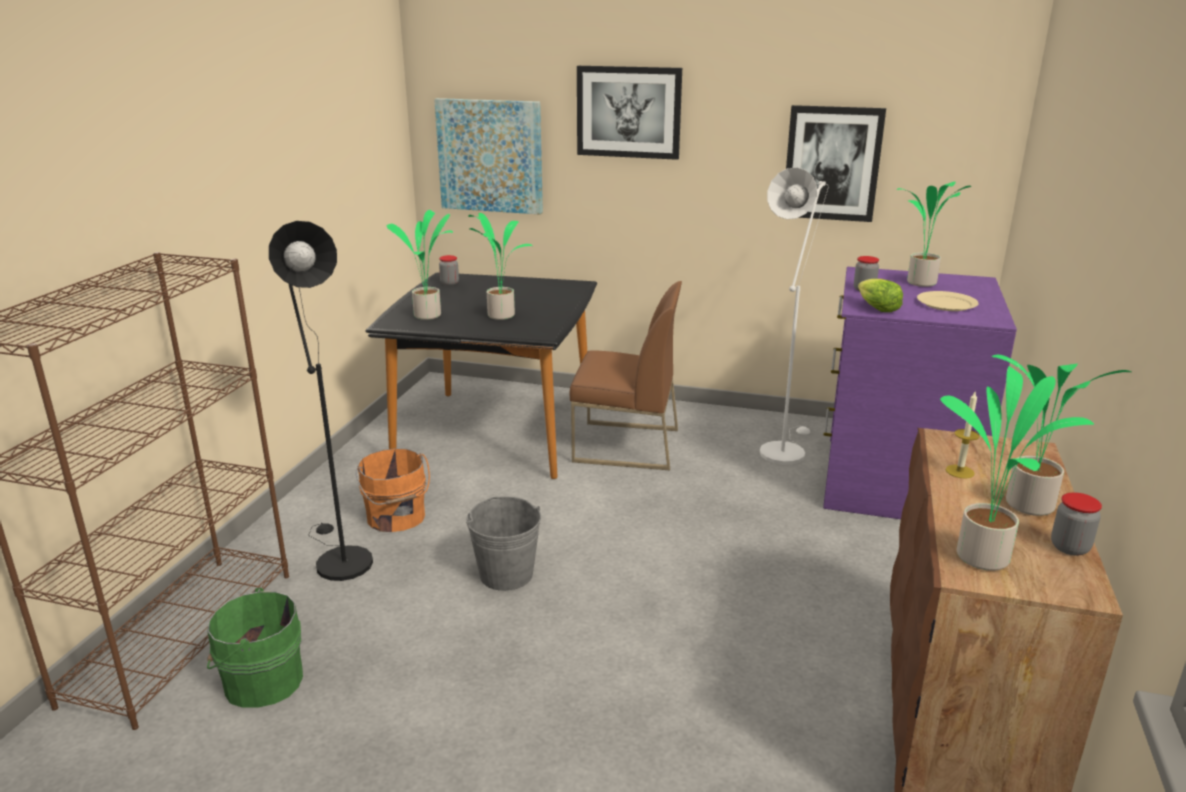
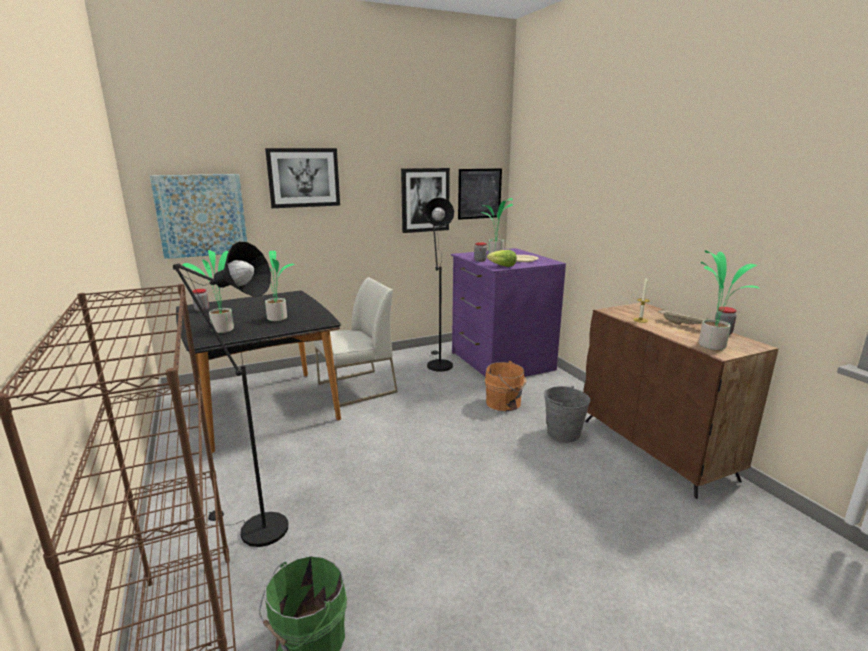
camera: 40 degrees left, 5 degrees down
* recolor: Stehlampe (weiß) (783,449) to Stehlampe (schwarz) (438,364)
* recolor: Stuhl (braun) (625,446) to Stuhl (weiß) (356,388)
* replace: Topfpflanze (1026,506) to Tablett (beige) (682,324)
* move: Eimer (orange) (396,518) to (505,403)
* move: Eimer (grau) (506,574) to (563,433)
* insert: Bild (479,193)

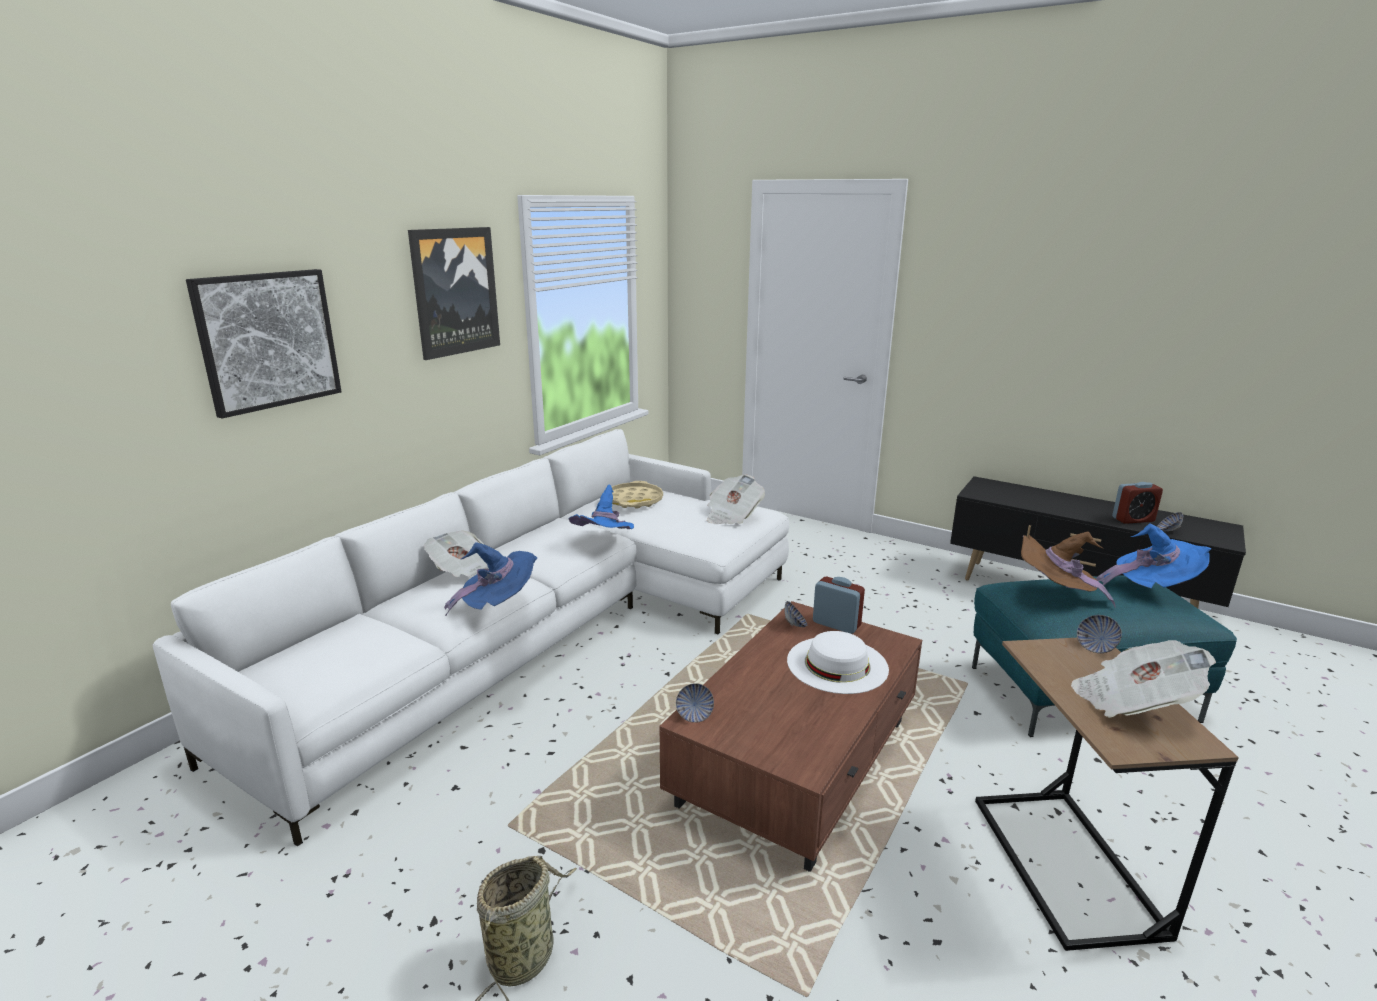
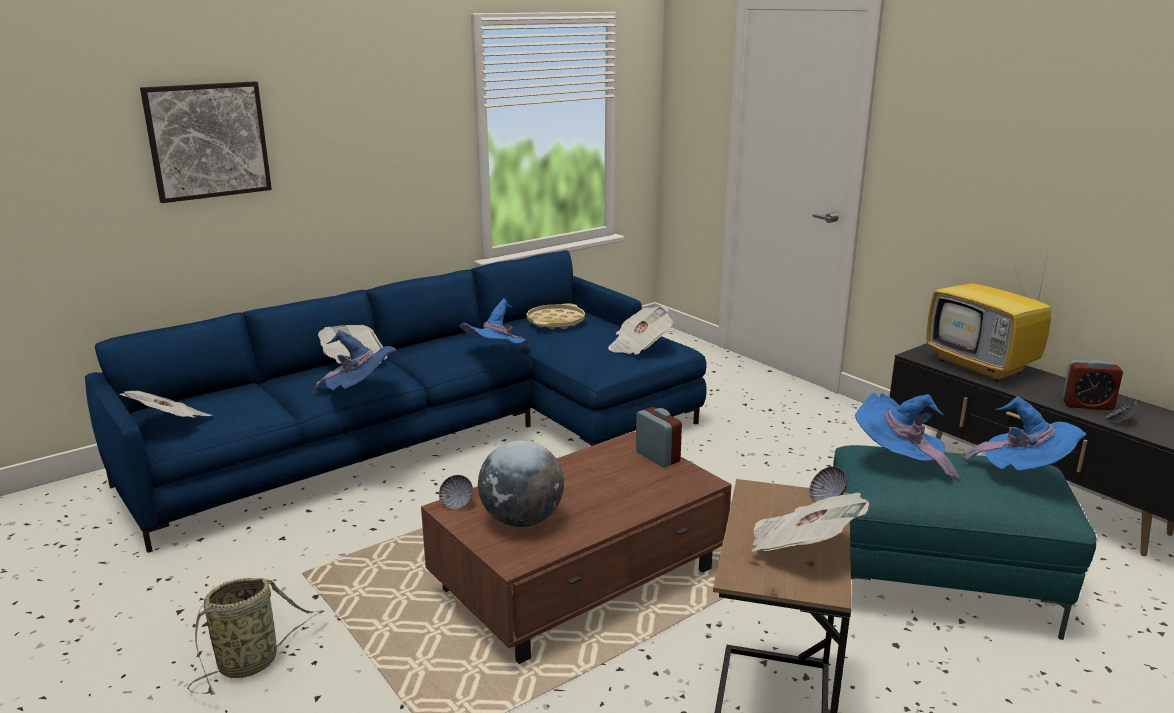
camera: 20 degrees right, 0 degrees up
* delete: Bild (455,291)
* recolor: Sofa (weiß) (546,633) to Sofa (blau) (438,435)
* recolor: Hut (braun) (1056,593) to Hut (blau) (899,461)
* delete: Schüssel (795,624)
* delete: Hut (weiß) (837,664)
* insert: Fernseher (982,367)
* insert: Zeitung (170,423)
* insert: Globus (522,520)

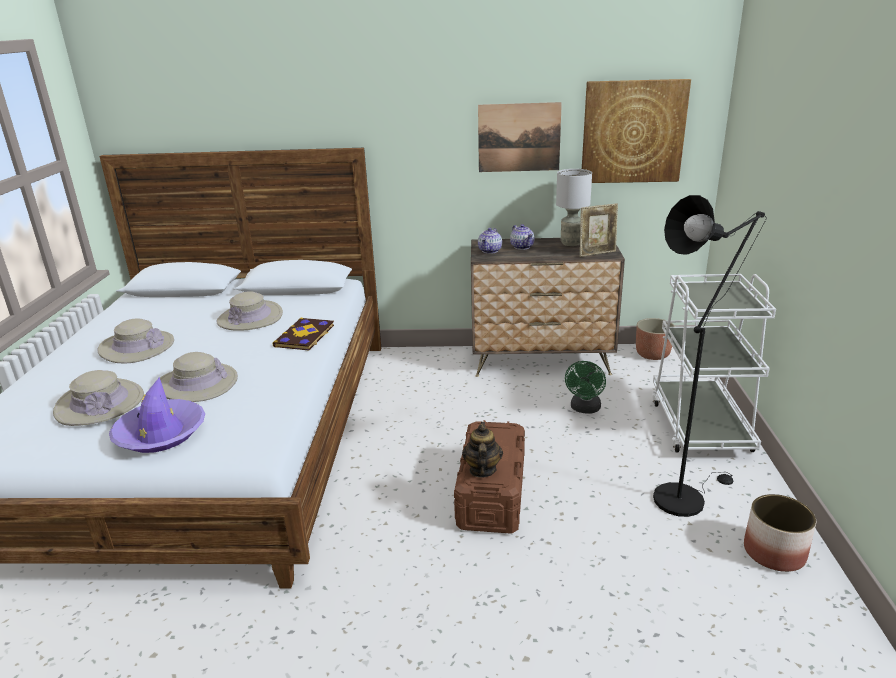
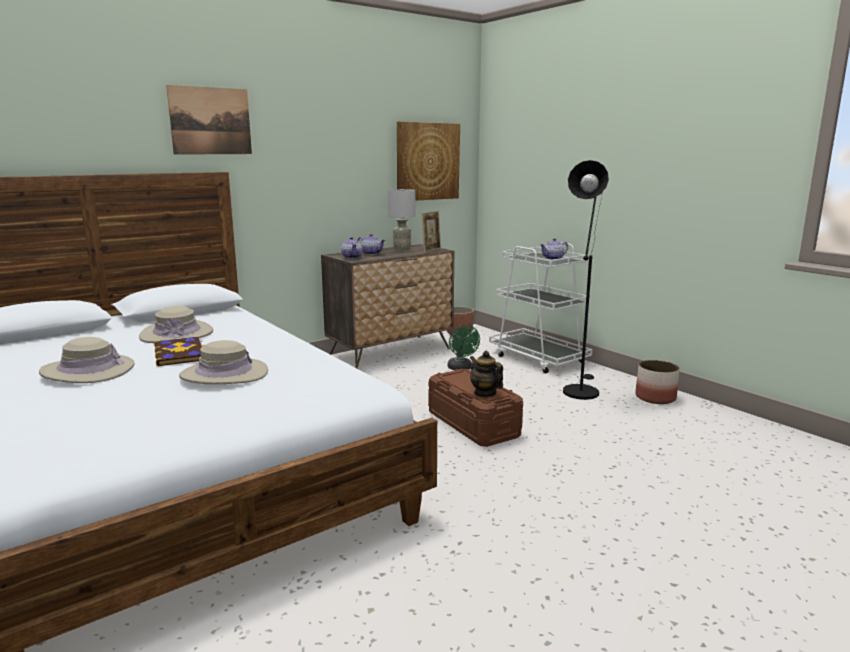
camera: 40 degrees left, 10 degrees down
* move: Bild (519,137) to (210,121)
* move: Buch (305,336) to (180,353)
* delete: Hut (beige) (100,403)
* delete: Hut (lila) (160,434)
* insert: Teekanne (553,258)

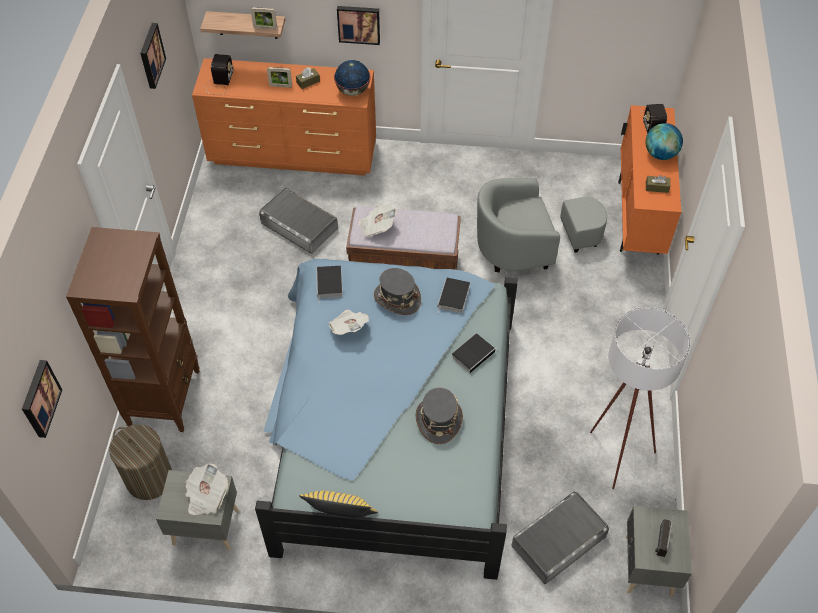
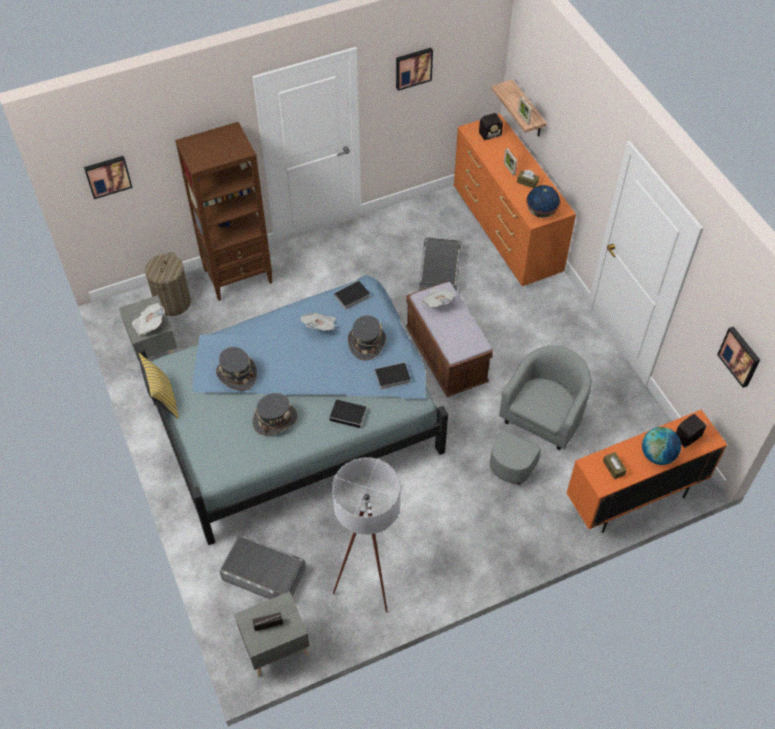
camera: 60 degrees right, 0 degrees up
* move: Bild (359,24) to (740,356)
* rotate: Sessel (grau) (529,246) = (536,430) 75 degrees clockwise
* insert: Hut (grau) (236,374)

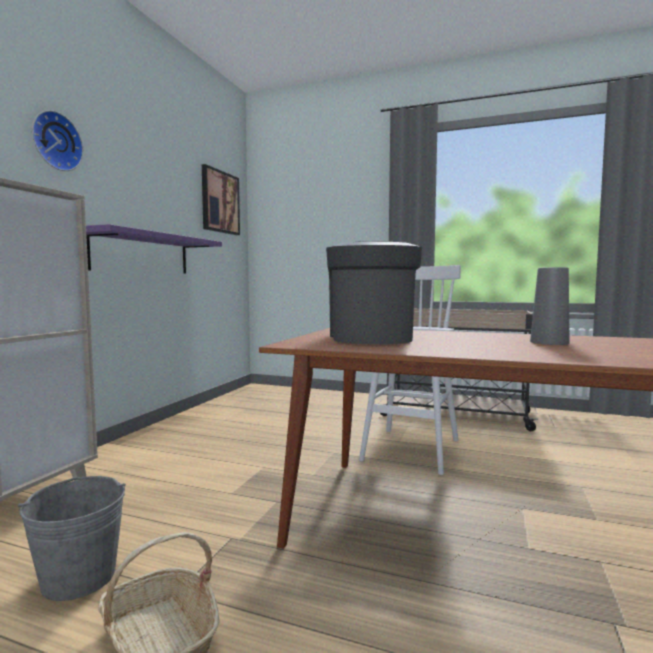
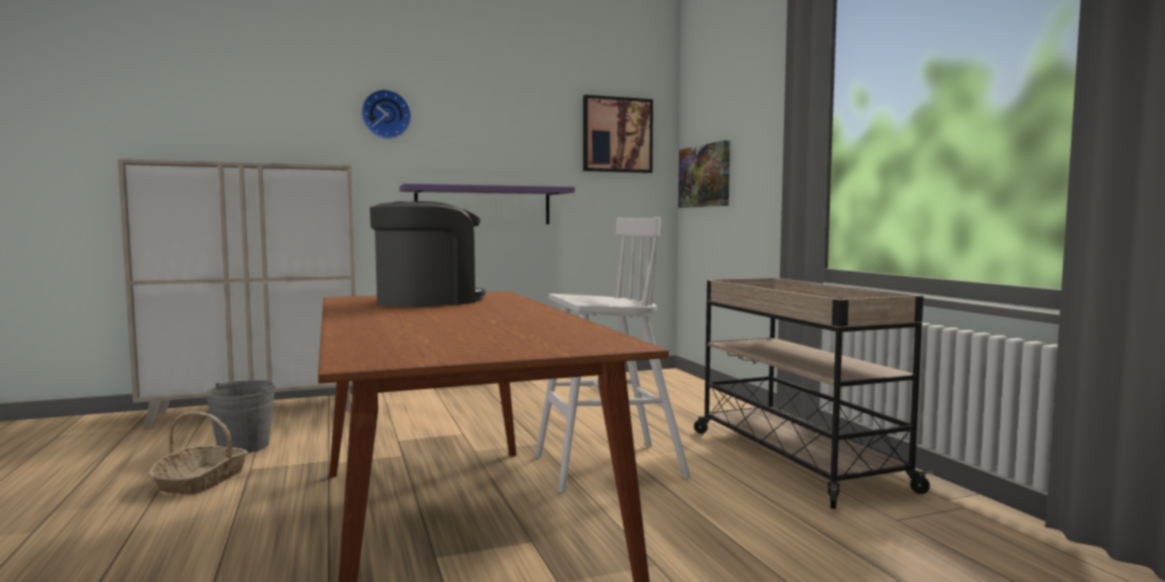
camera: 50 degrees right, 0 degrees up
* delete: Vase (grau) (549,342)
* insert: Bild (704,176)

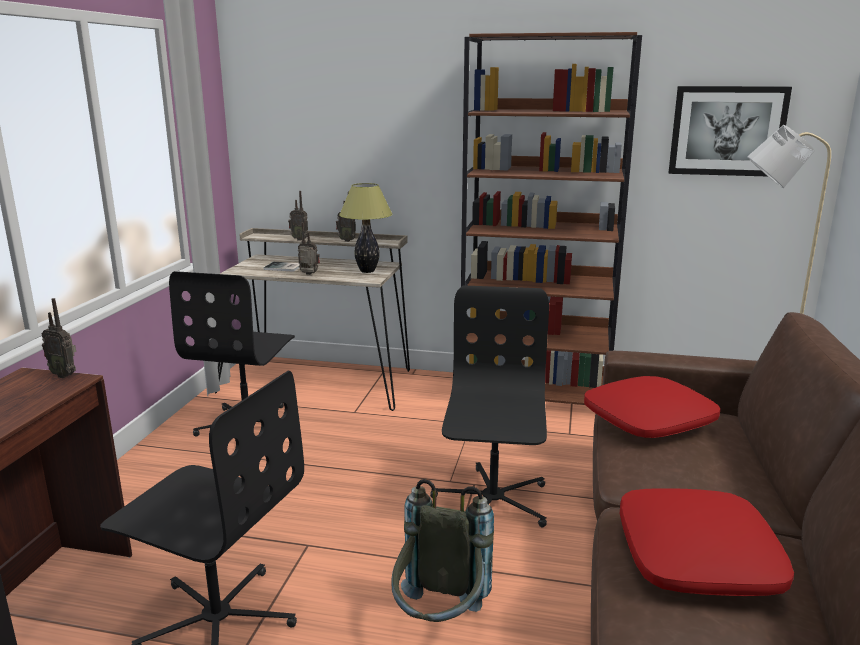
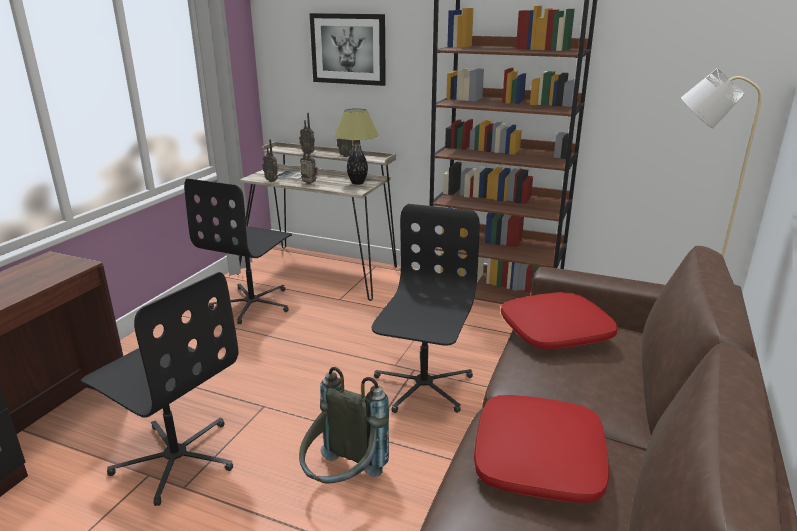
camera: 10 degrees right, 5 degrees up
* move: Bild (727,131) to (348,49)
* move: Radio (65,375) to (272,181)

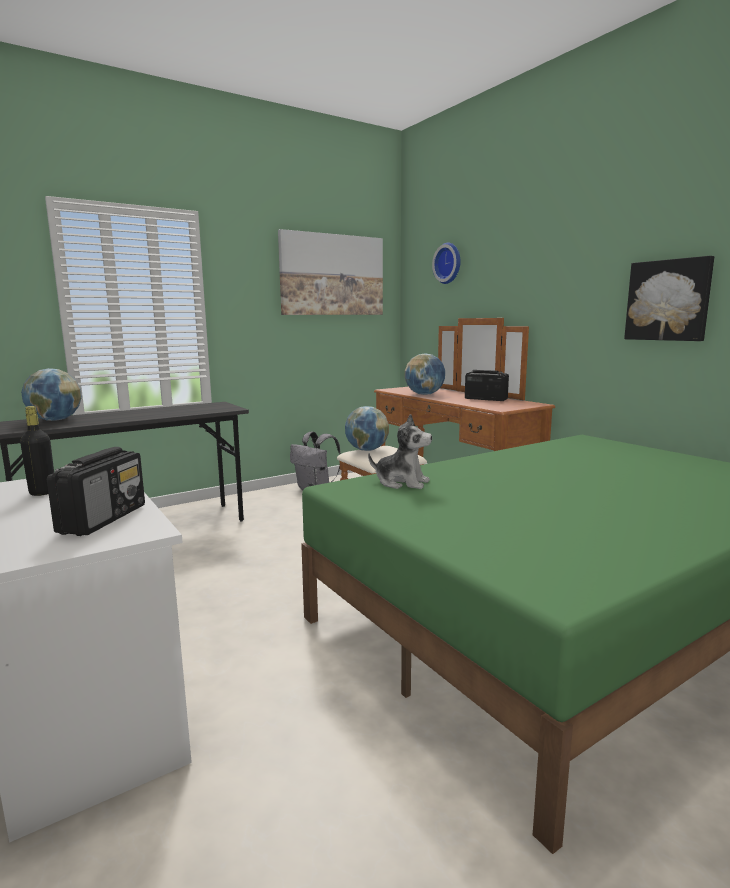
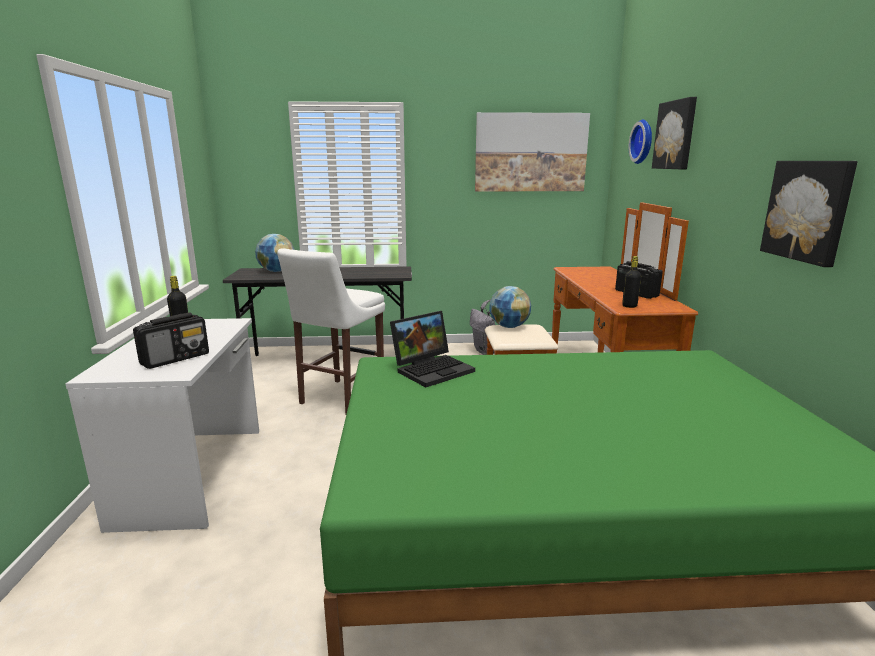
camera: 30 degrees right, 5 degrees up
* delete: Globus (424,394)
* replace: Plüschtier (402,482) to Laptop (433,369)
* insert: Bild (676,135)
* insert: Hocker (weiß) (339,398)
* insert: Flasche (schwarz) (629,306)

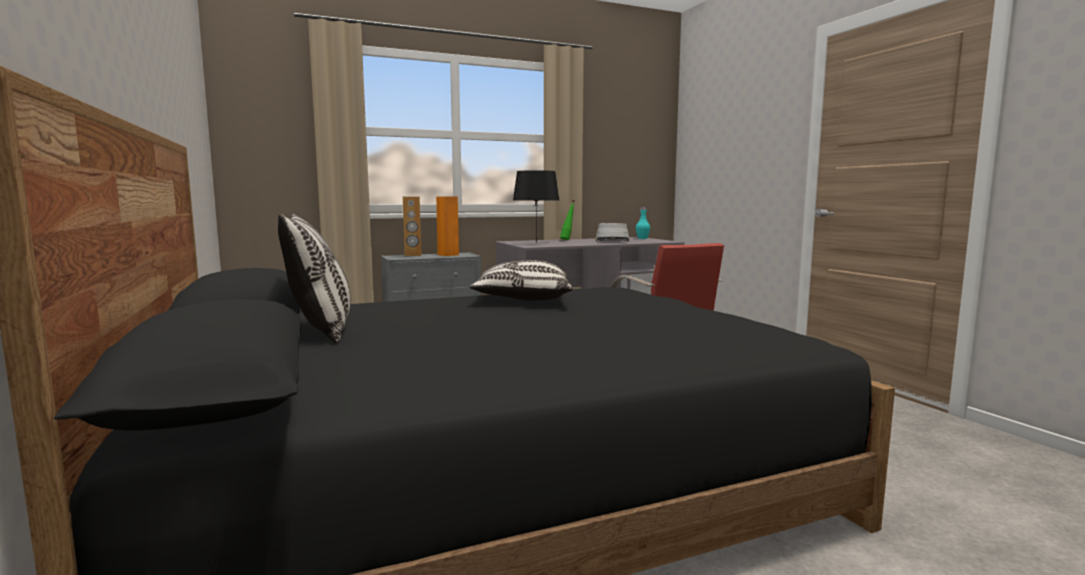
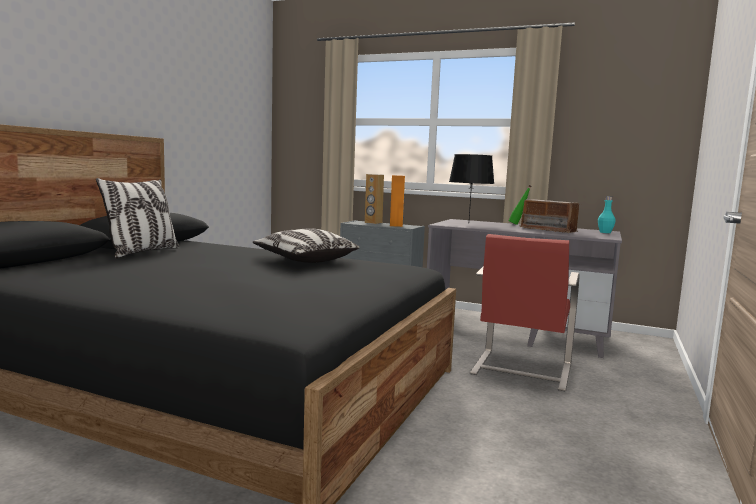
camera: 45 degrees right, 0 degrees up
* replace: Hut (grau) (612,241) to Radio (548,230)

